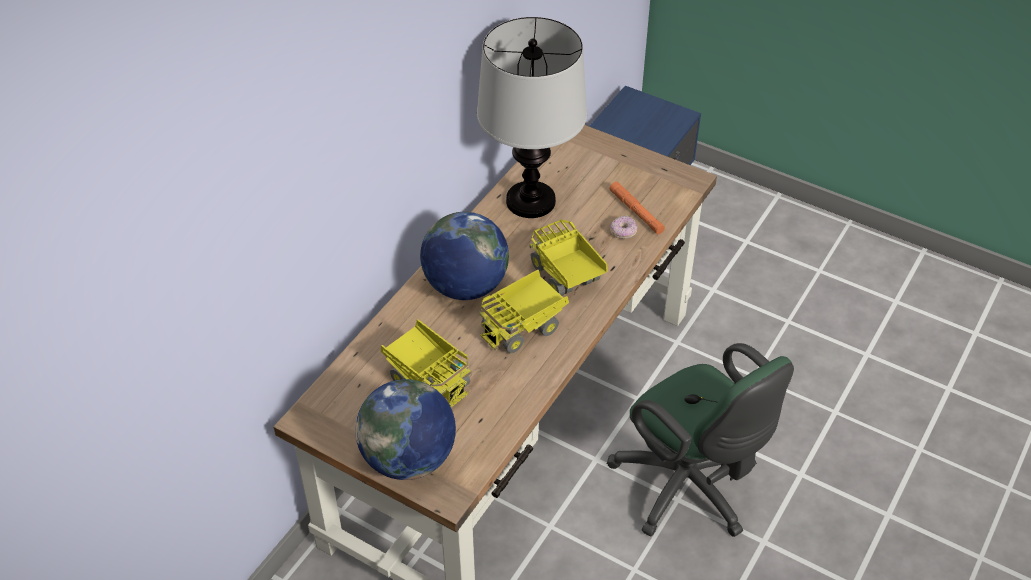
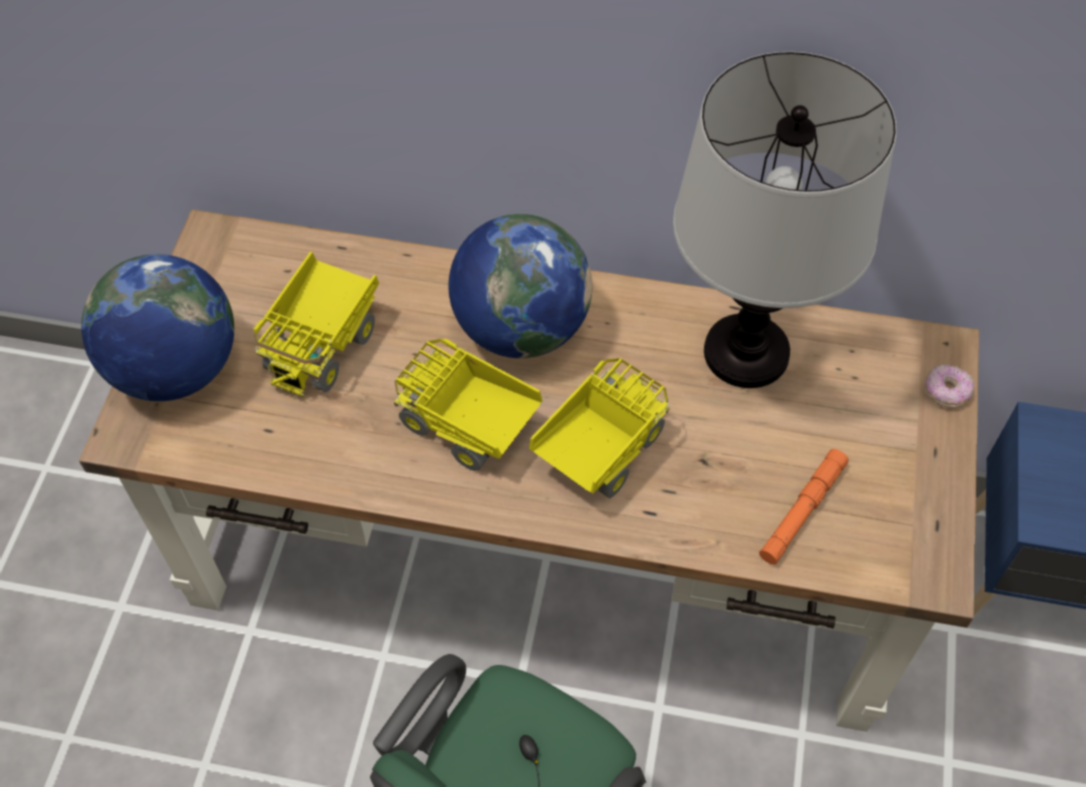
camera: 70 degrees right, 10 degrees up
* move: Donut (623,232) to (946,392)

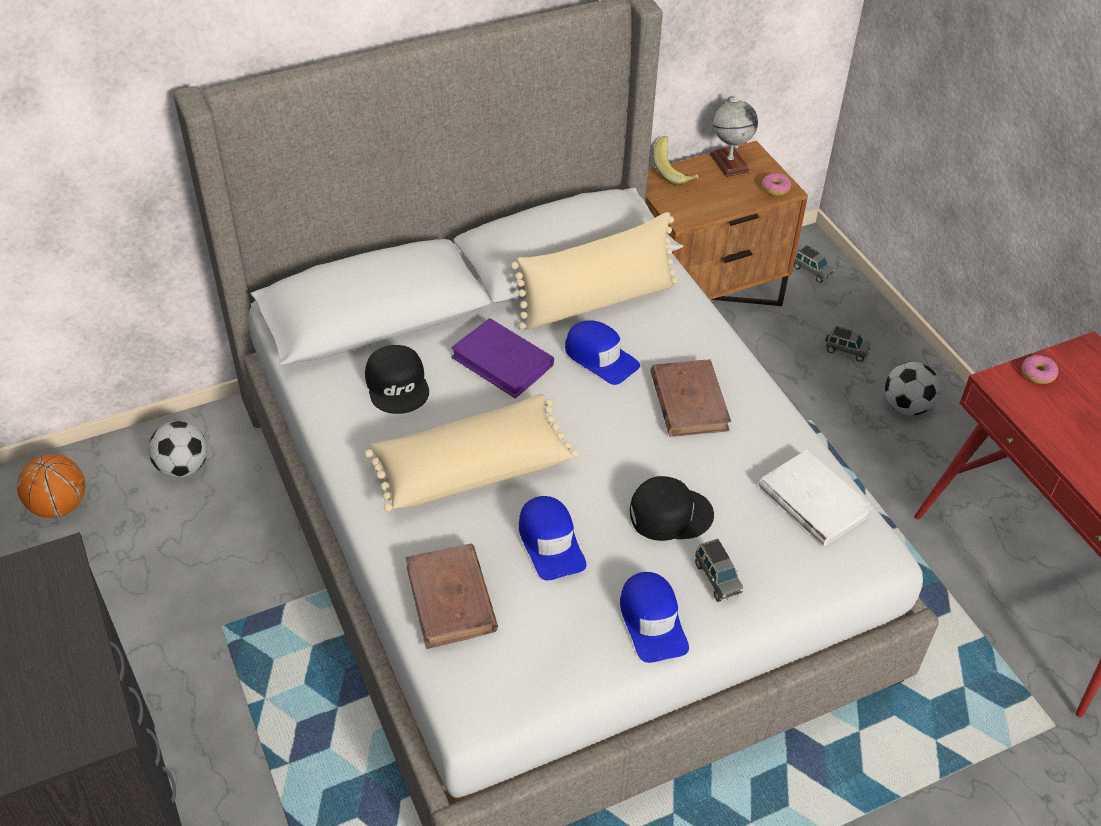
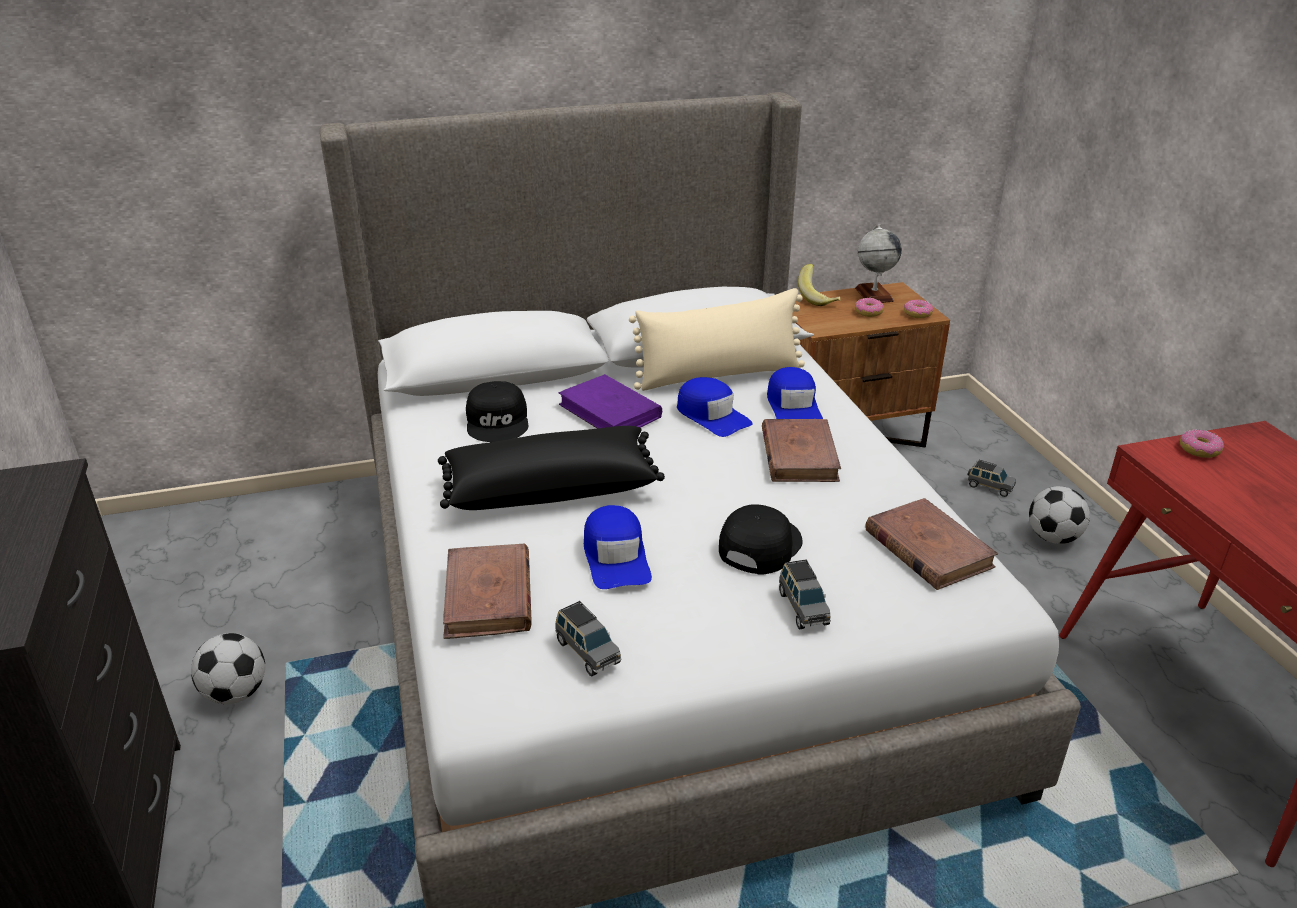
camera: 10 degrees right, 15 degrees down
* move: Spielzeugauto (grau) (811,271) to (587,652)
* recolor: Kissen (beige) (471,467) to Kissen (schwarz) (550,489)
* move: Fußball (182,468) to (235,694)
* recolor: Buch (weiß) (813,501) to Buch (braun) (927,548)
* delete: Basketball (59,506)
* rotate: Kappe (schwarz) (669,513) = (758,545) 60 degrees counterclockwise
* move: Kappe (blau) (652,621) to (793,406)
* insert: Donut (868,312)

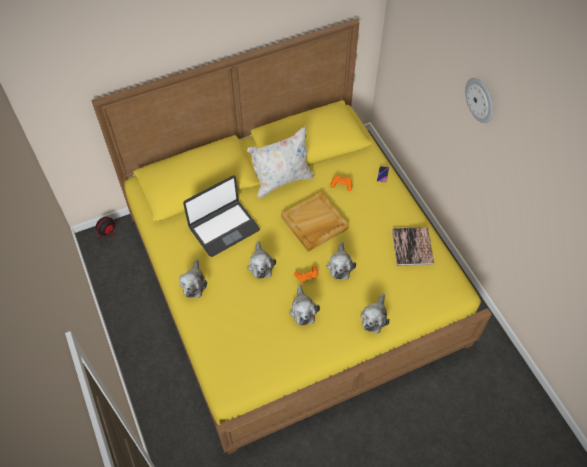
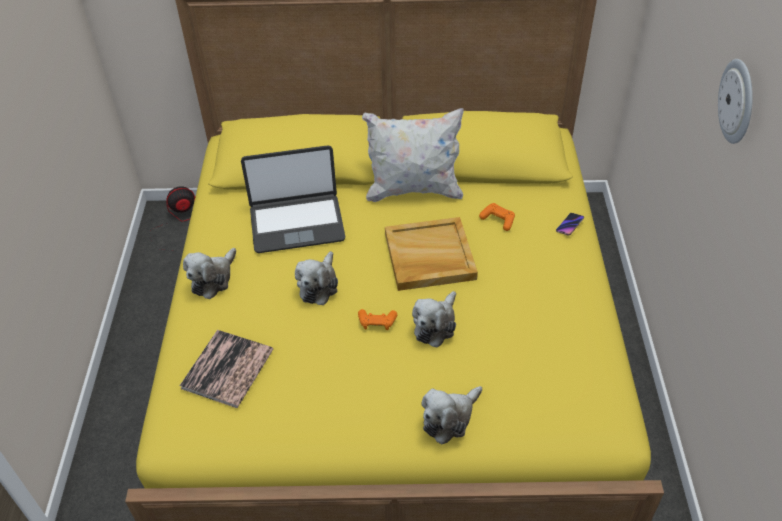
camera: 25 degrees right, 10 degrees down
* move: Buch (412,247) to (227,369)
* delete: Plüschtier (303,310)

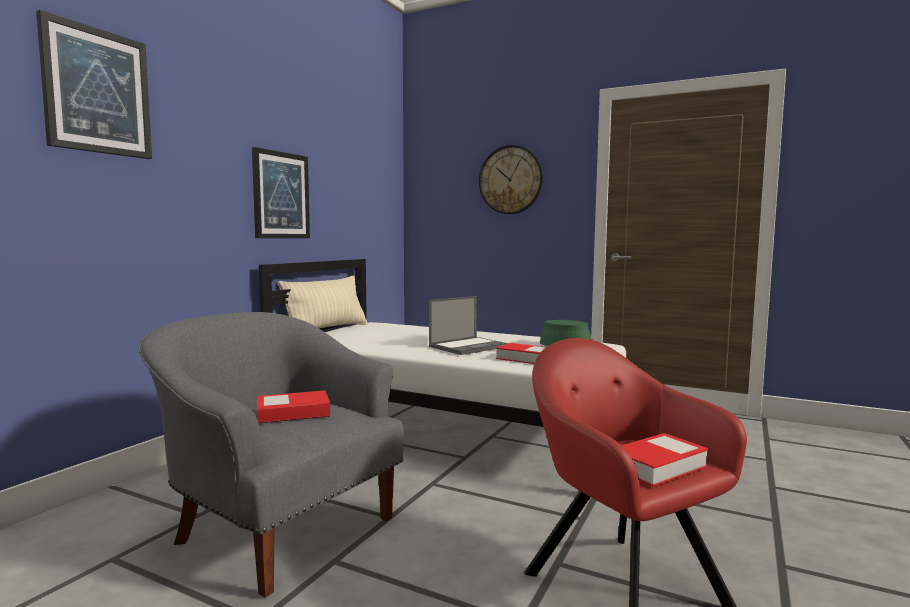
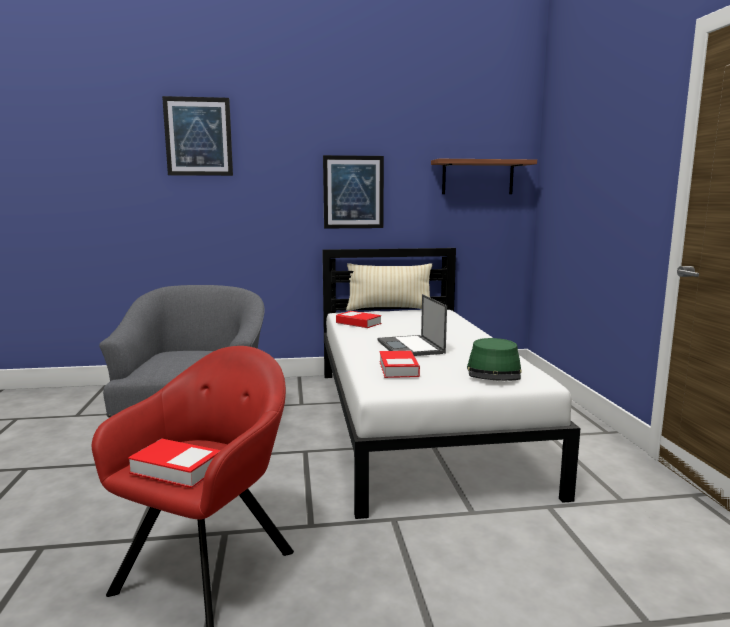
camera: 55 degrees right, 5 degrees up
* delete: Wanduhr (510,180)
* rotate: Laptop (469,346) = (411,347) 60 degrees clockwise
* move: Buch (293,413) to (358,323)
* insert: Wandregal (477,177)

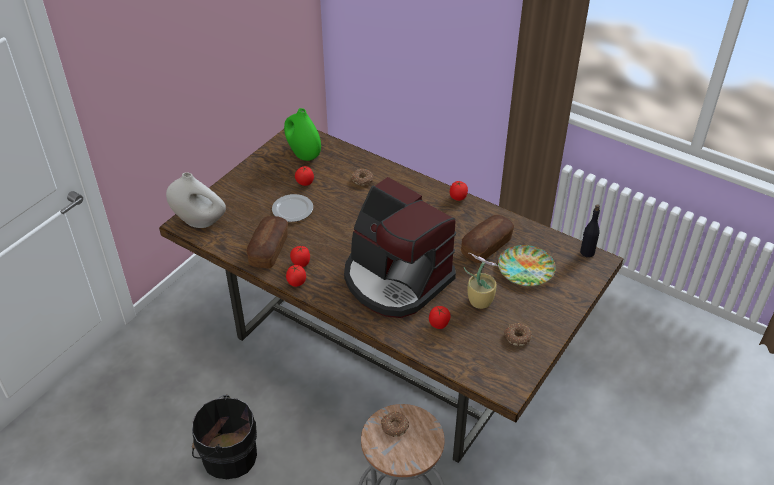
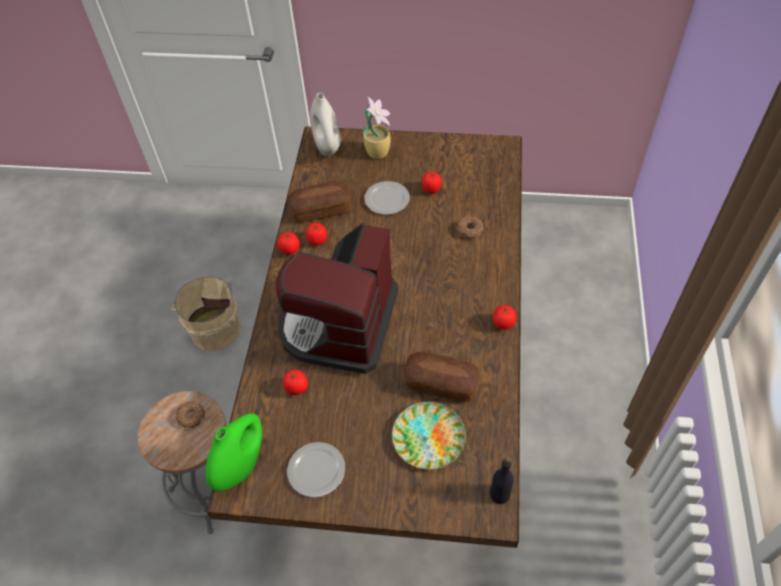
camera: 65 degrees right, 10 degrees up
* move: Vase (grün) (303,154) to (241,465)
* move: Topfpflanze (479,300) to (378,151)
* replace: Donut (517,337) to Teller (315,470)
* recolor: Eimer (schwarz) (227,455) to Eimer (beige) (215,327)

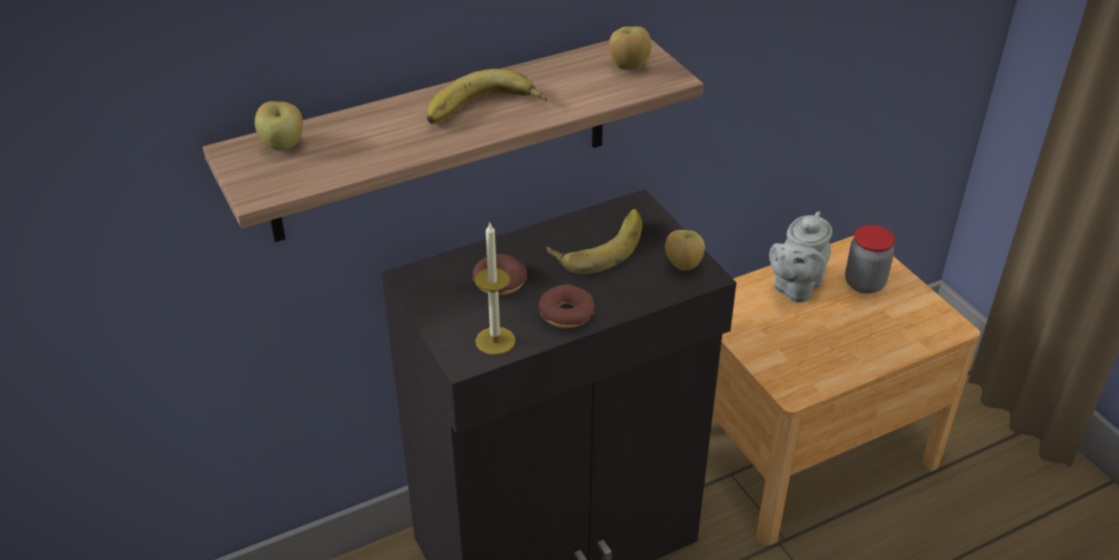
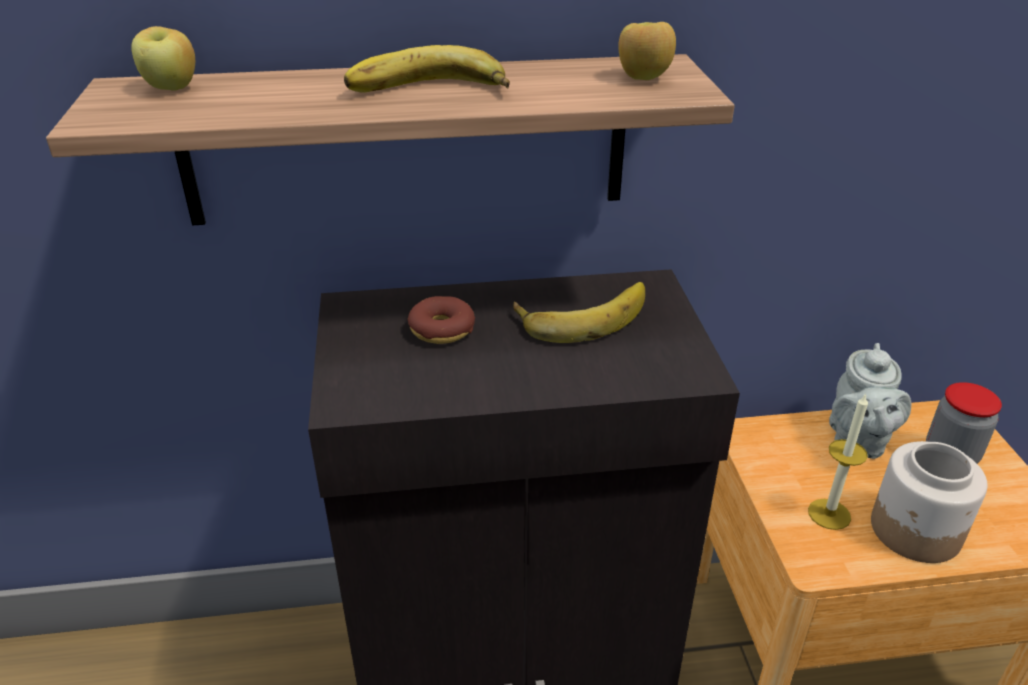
camera: 20 degrees right, 5 degrees down
* rotate: Teekanne (grau) (795,287) = (857,441) 45 degrees counterclockwise
* move: Kerze (495,340) to (829,514)
* delete: Apfel (683,265)
* delete: Donut (566,314)
* insert: Vorratsglas (915,531)

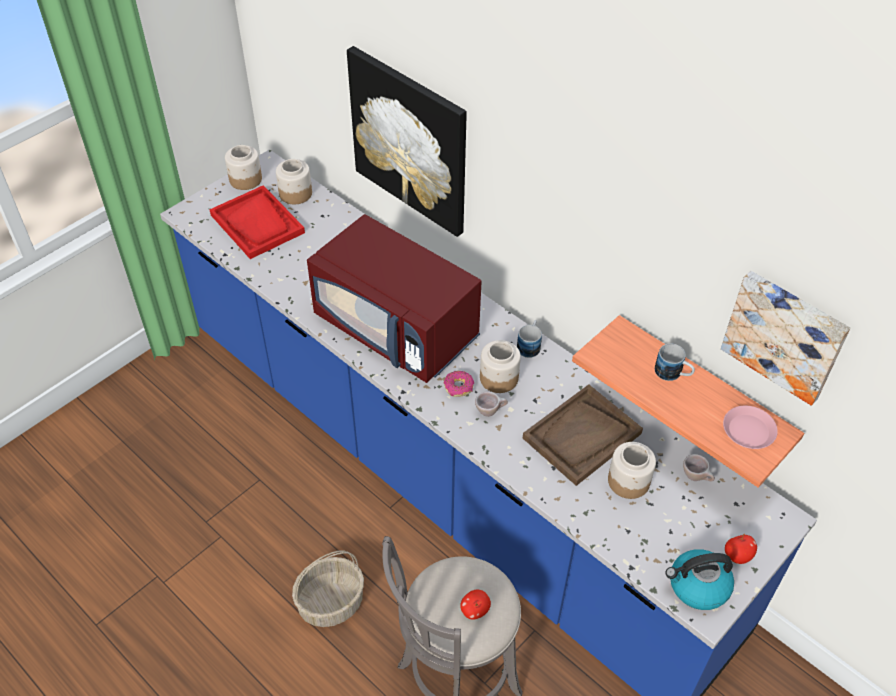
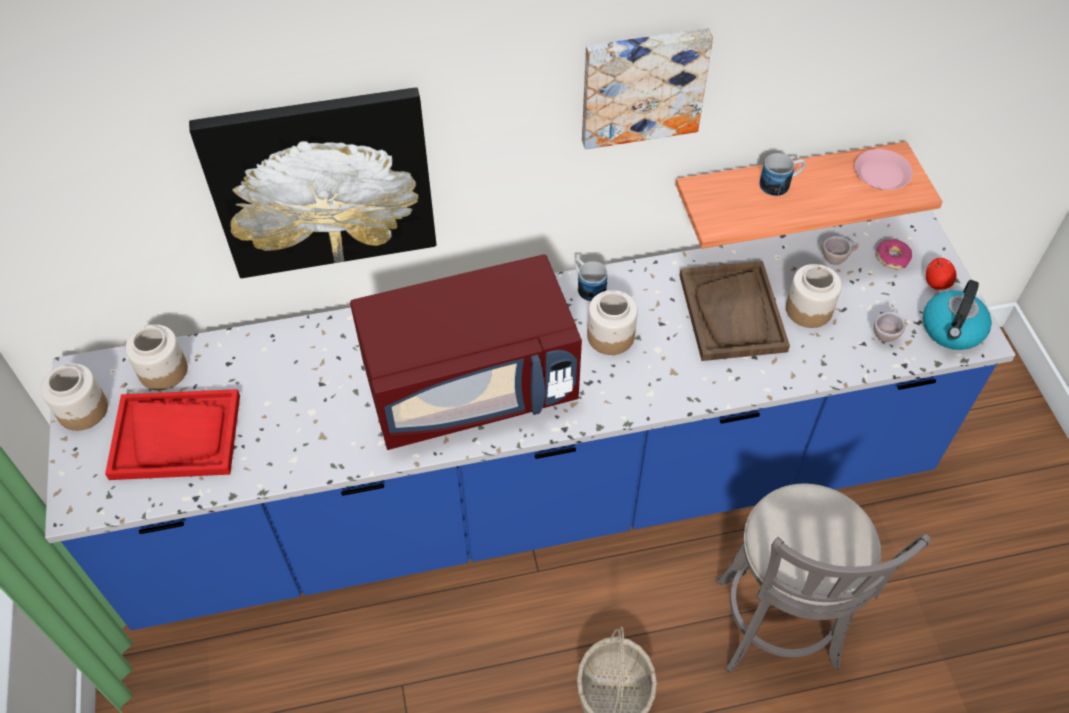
camera: 55 degrees left, 5 degrees up
* move: Bild (785,335) to (642,85)
* move: Donut (459,387) to (892,258)
* move: Tasse (beige) (490,411) to (885,334)
* delete: Apfel (475,610)

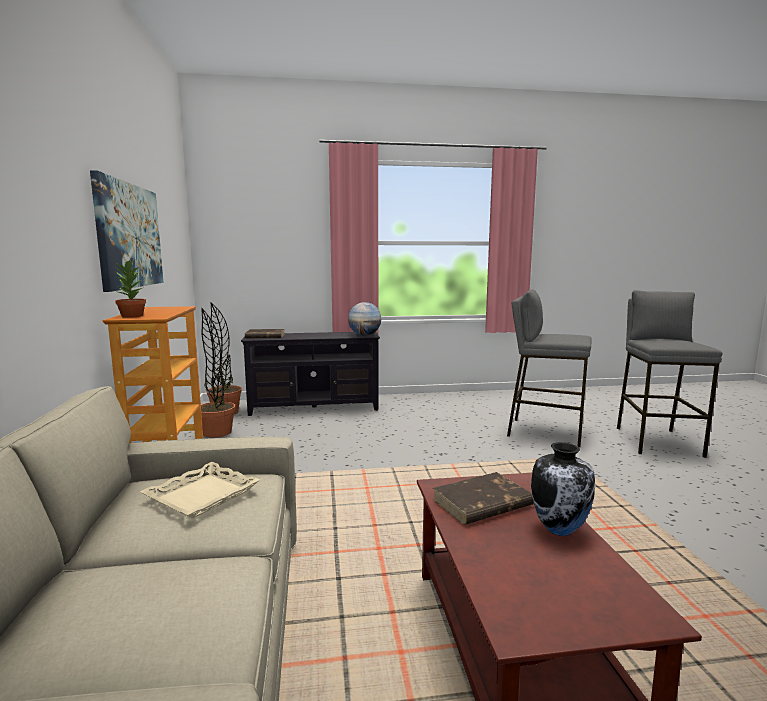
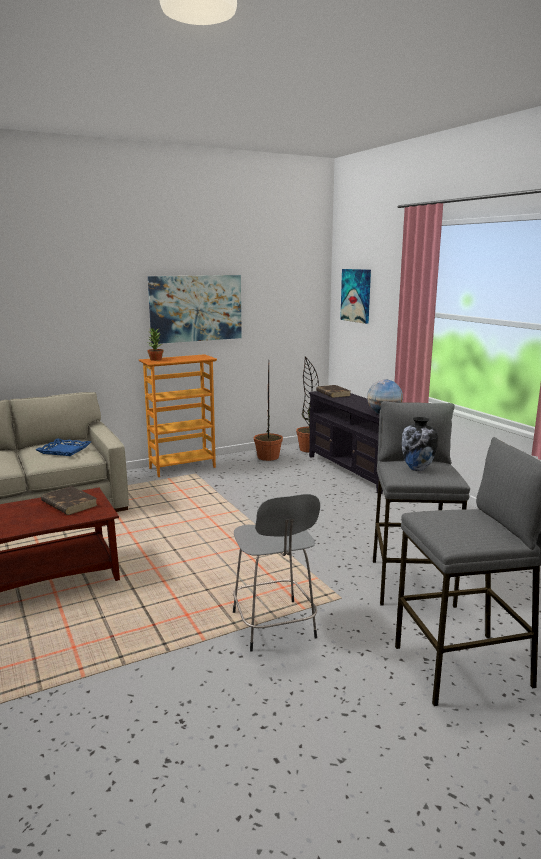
camera: 70 degrees right, 5 degrees up
* move: Vase (560,529) to (417,468)
* recolor: Tablett (beige) (202,495) to Tablett (blau) (64,450)
* insert: Bild (356,295)
* insert: Hocker (grau) (274,627)

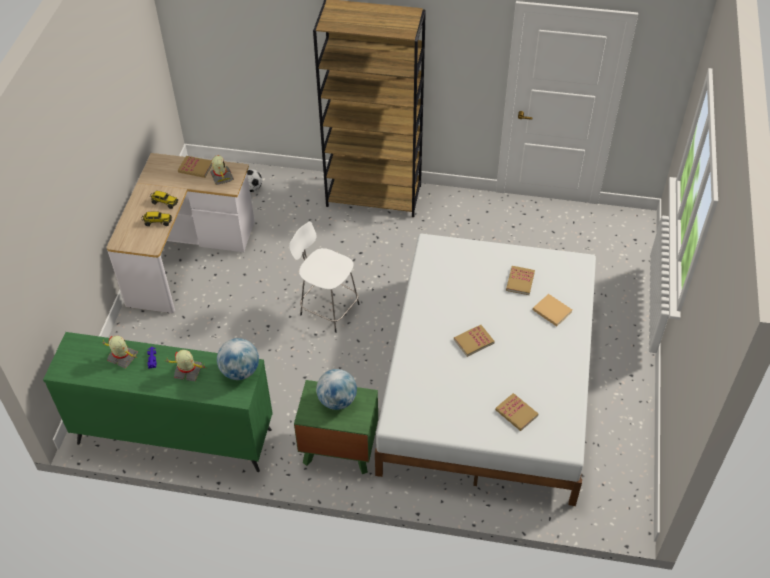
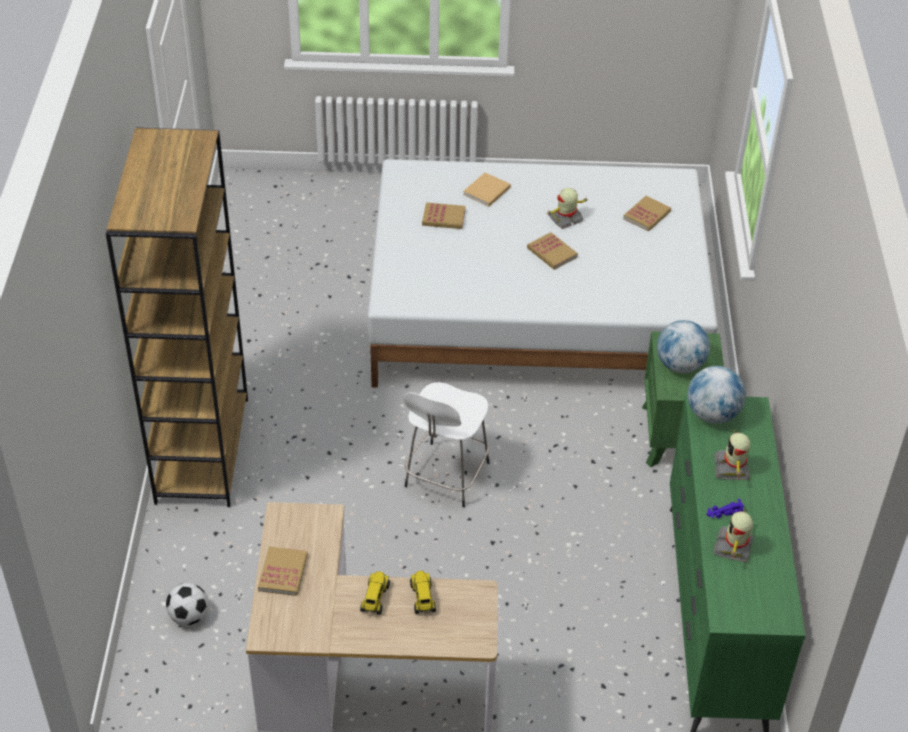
camera: 100 degrees left, 5 degrees down
* move: Spielzeugroboter (221,177) to (565,219)

